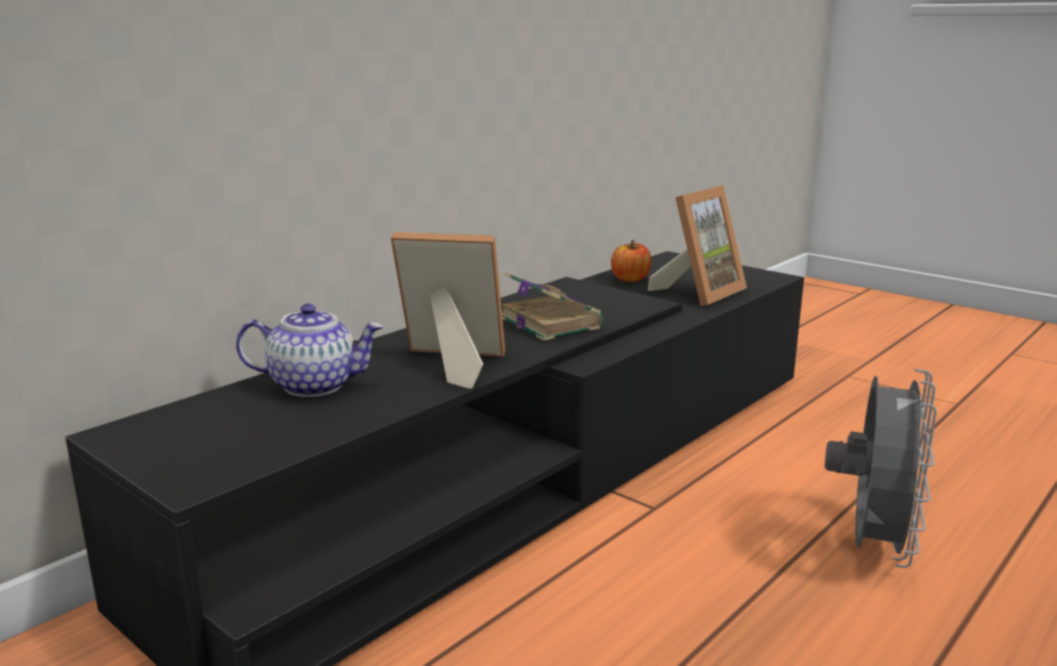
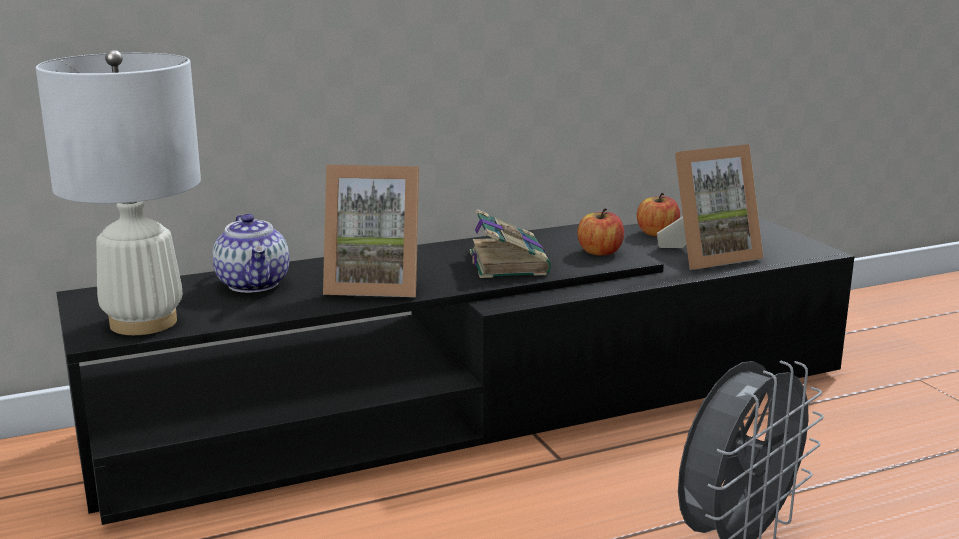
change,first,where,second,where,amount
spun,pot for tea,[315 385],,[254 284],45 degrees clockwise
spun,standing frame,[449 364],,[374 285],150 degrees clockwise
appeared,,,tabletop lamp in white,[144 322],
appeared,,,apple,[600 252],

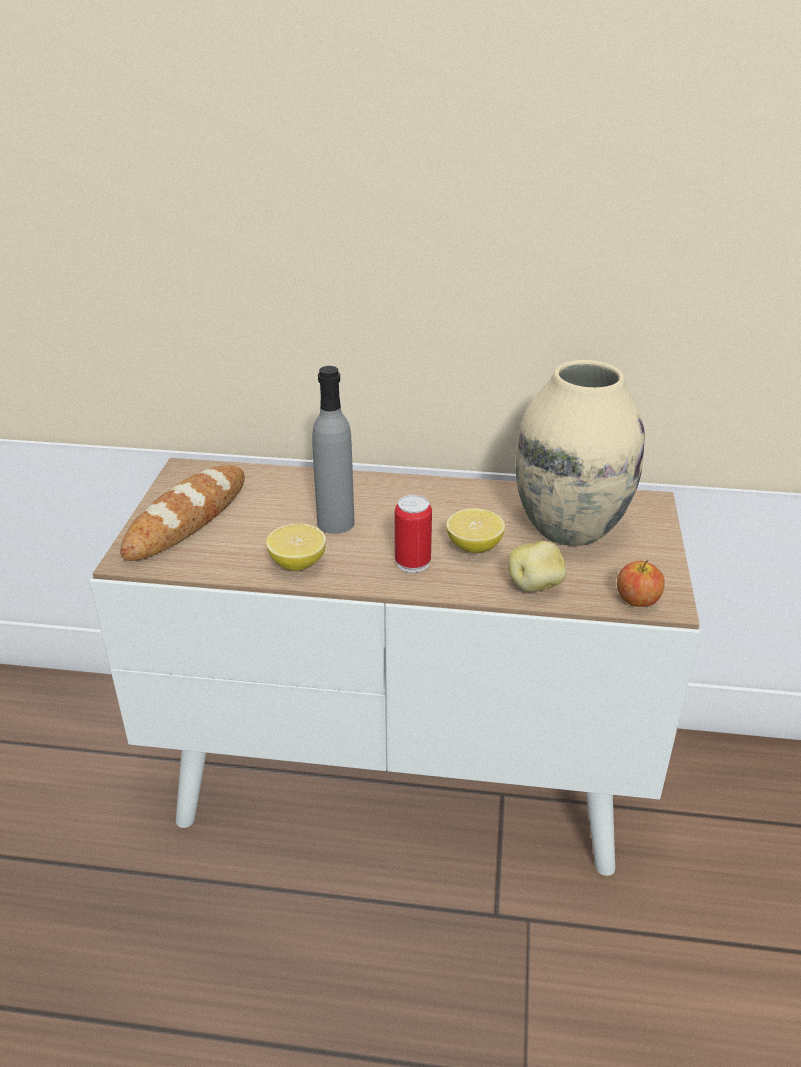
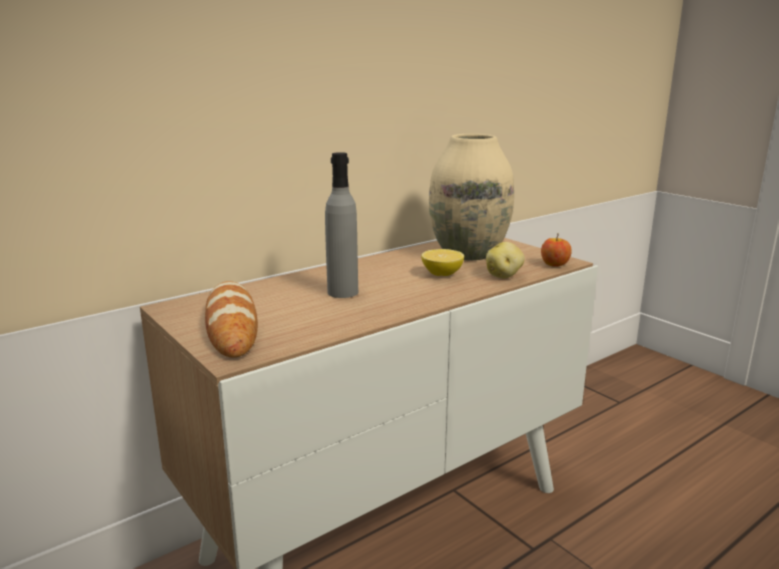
change,first,where,second,where,amount
missing,citrus fruit,[297 563],,,
missing,sealed can,[412 562],,,

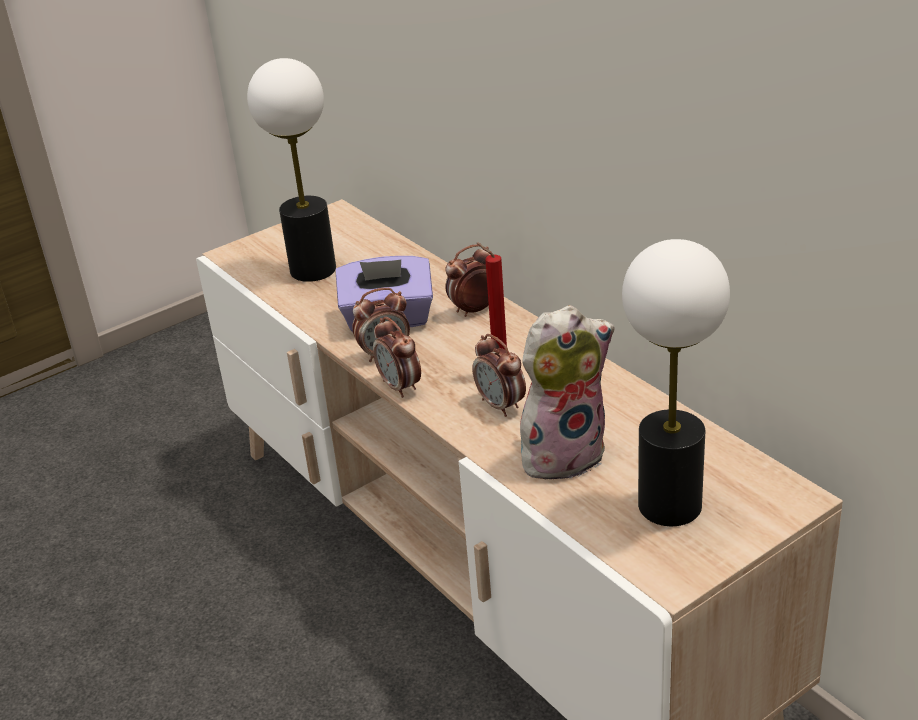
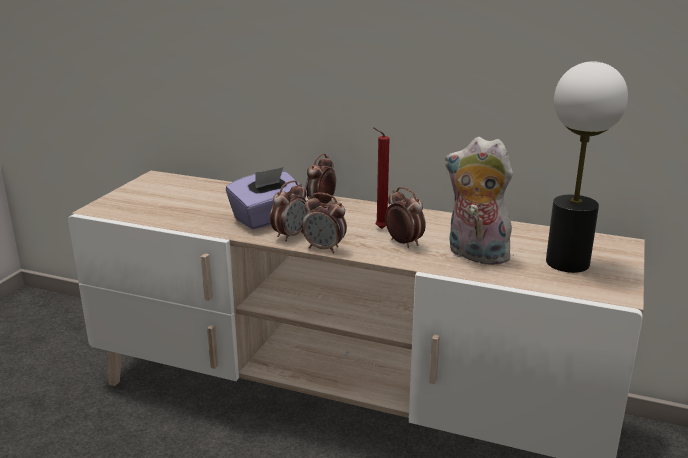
change,first,where,second,where,amount
missing,tabletop lamp,[313 269],,,
spun,table clock,[501 405],,[404 243],150 degrees counterclockwise
spun,cuddly toy,[563 453],,[474 255],90 degrees counterclockwise

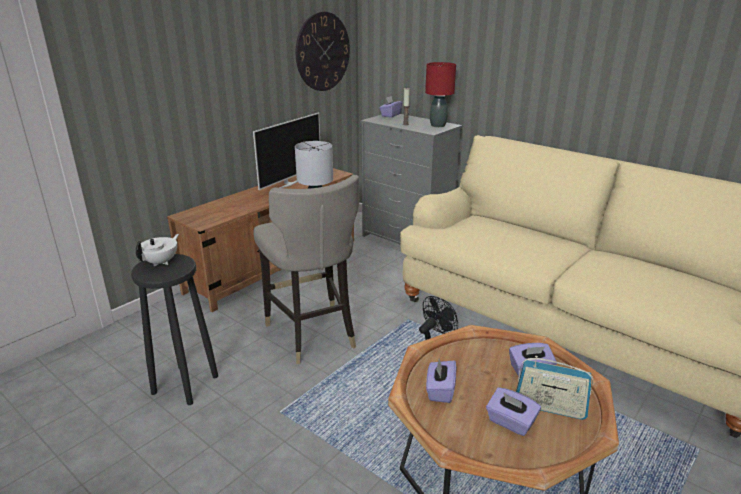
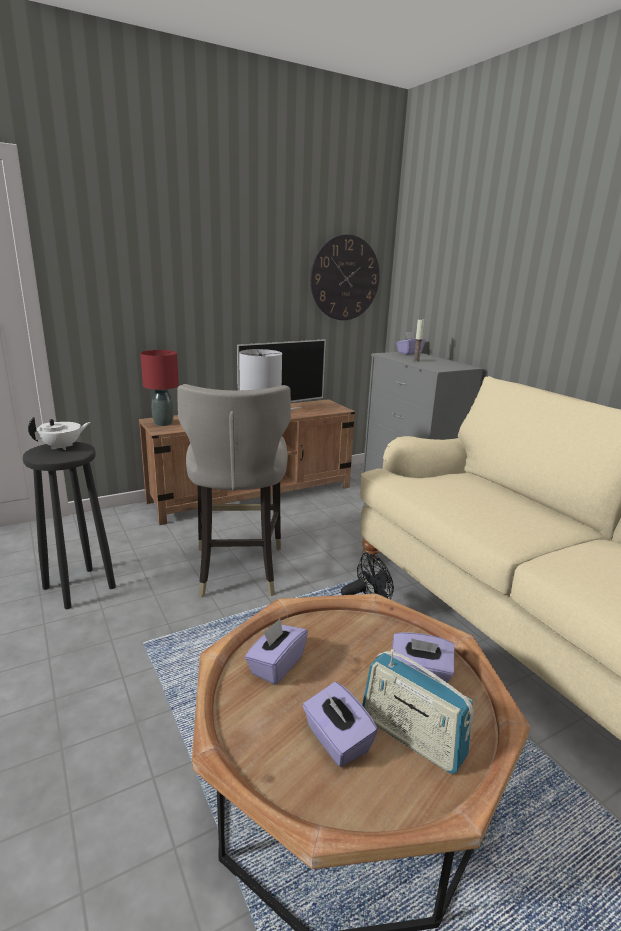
change,first,where,second,where,amount
relocated,tabletop lamp in reddish,[437 125],,[163 423],

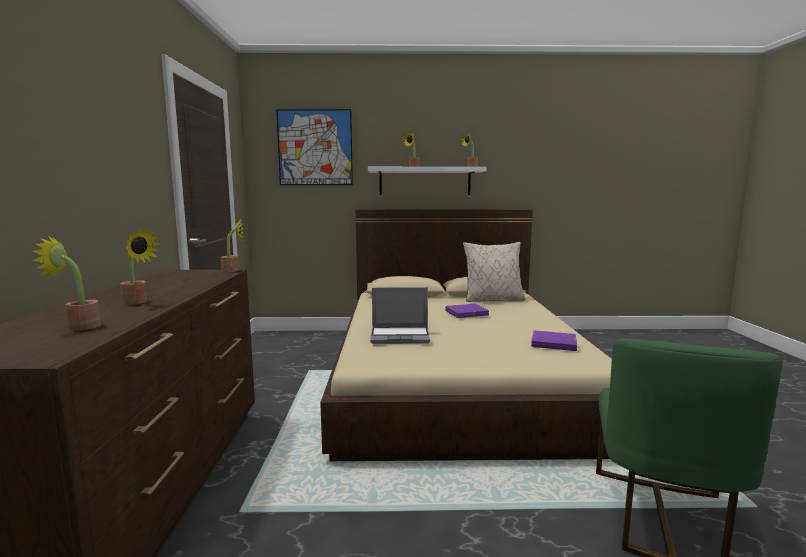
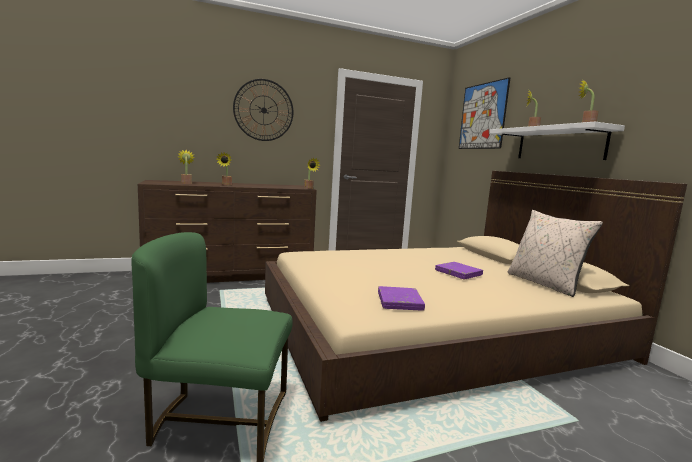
change,first,where,second,where,amount
missing,notebook computer,[400 336],,,
appeared,,,hanging clock,[263 110],

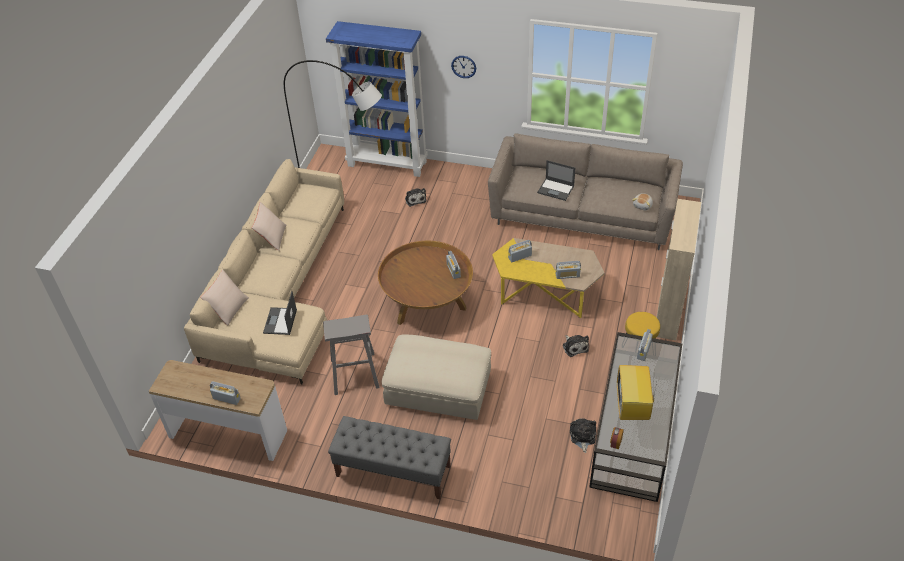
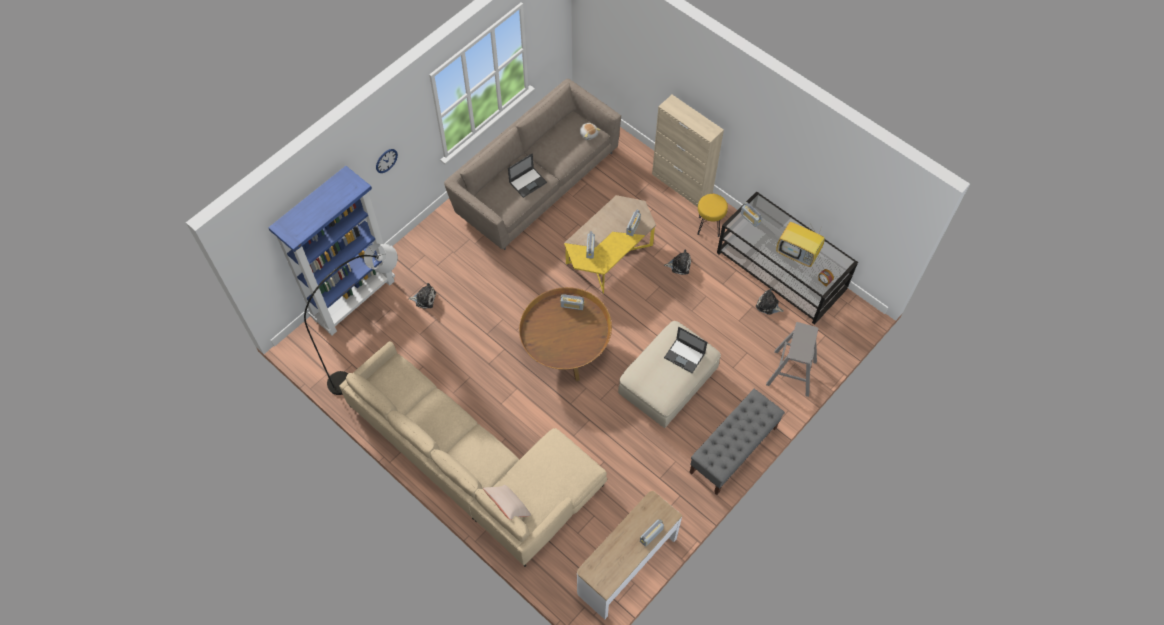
change,first,where,second,where,amount
missing,cushion in sand-coloured,[272 237],,,
relocated,notebook computer,[280 322],,[685 356],
relocated,sitting stool in grey,[354 373],,[791 373],

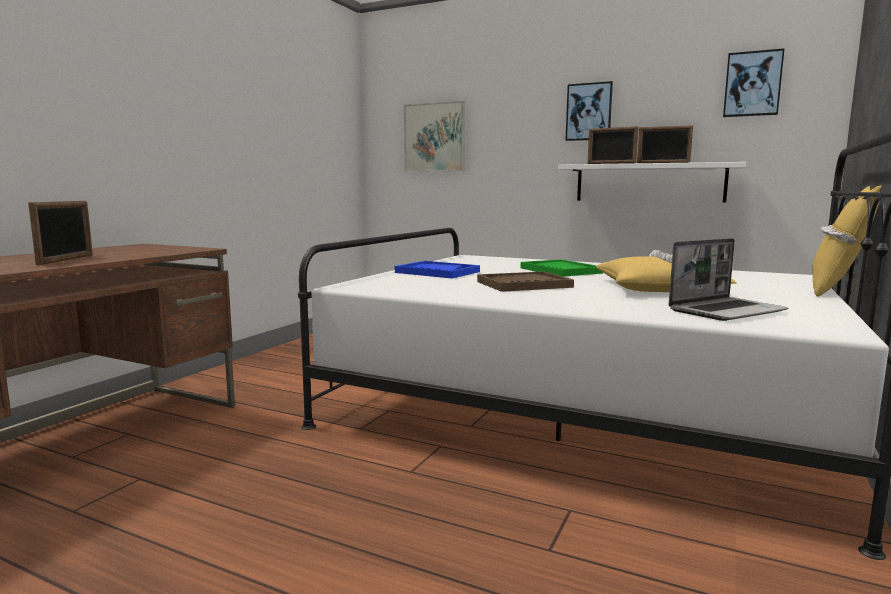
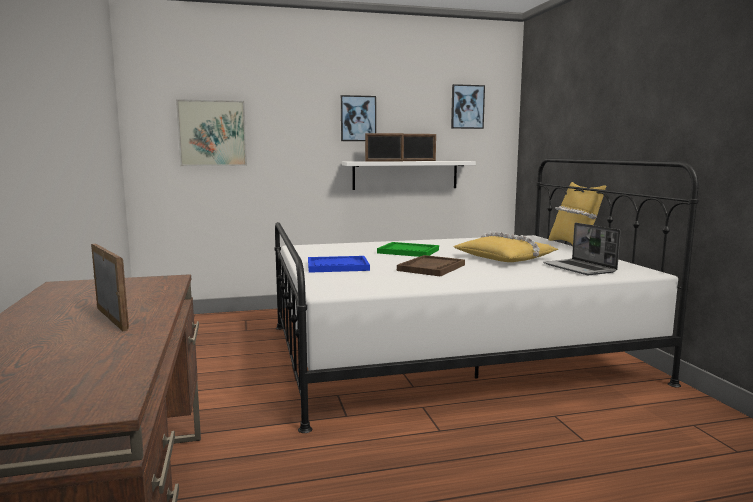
change,first,where,second,where,amount
spun,notebook computer,[726 311],,[580 268],135 degrees clockwise

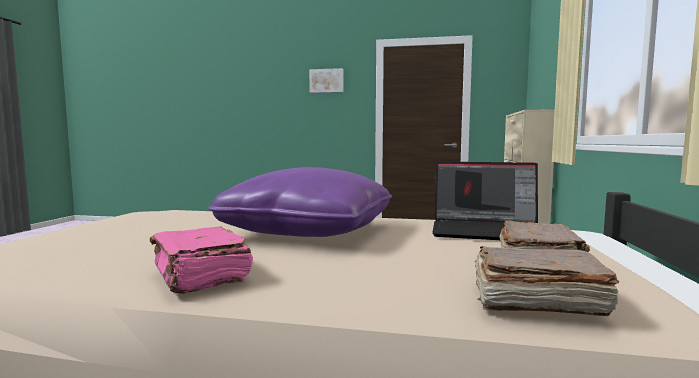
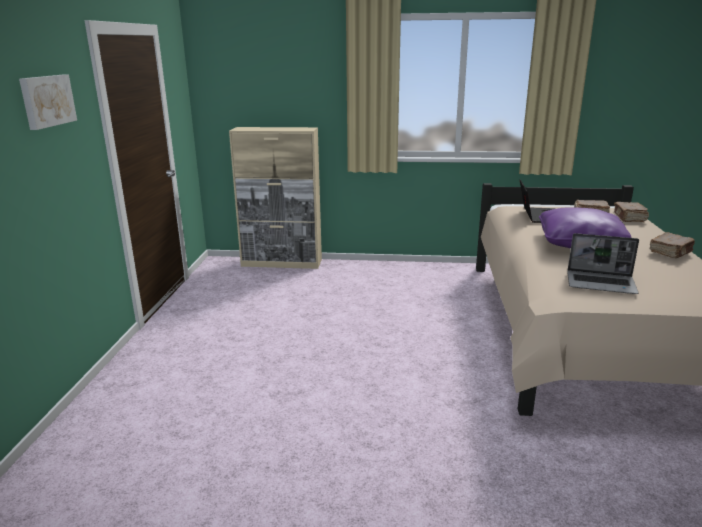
change,first,where,second,where,amount
colour,bound book in pink-coloured,[200 275],bound book in brown-coloured,[670 252],
appeared,,,notebook computer,[601 283],

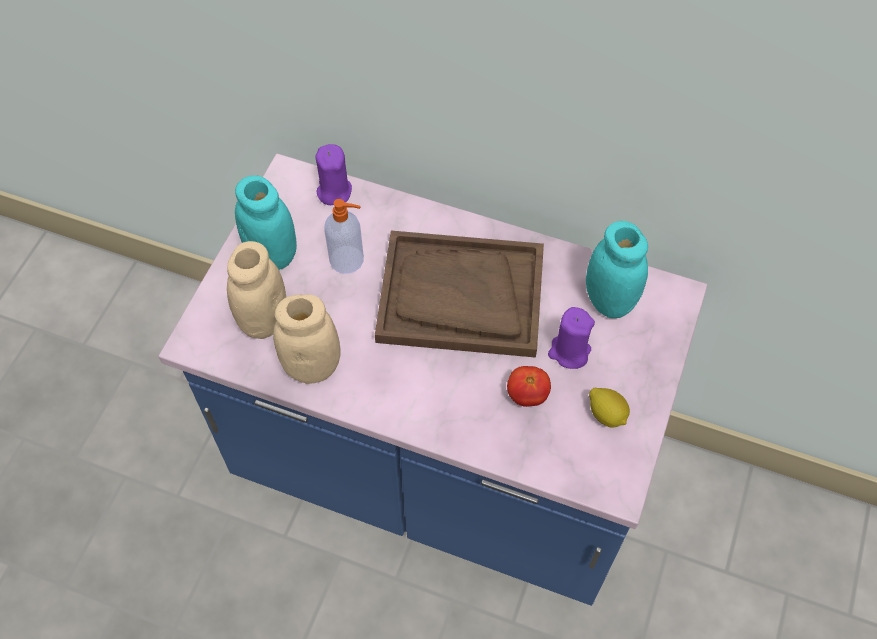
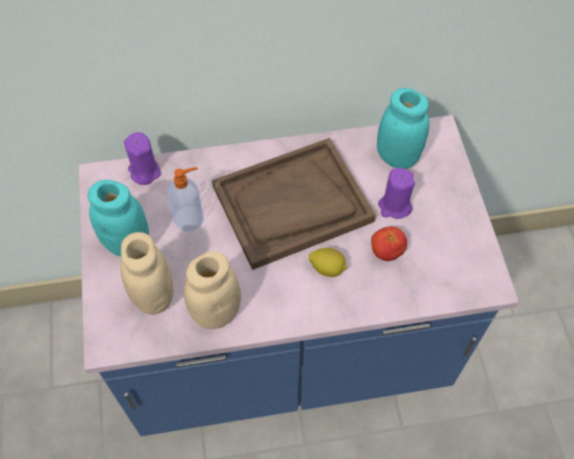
change,first,where,second,where,amount
relocated,citrus fruit,[607 414],,[327 268],

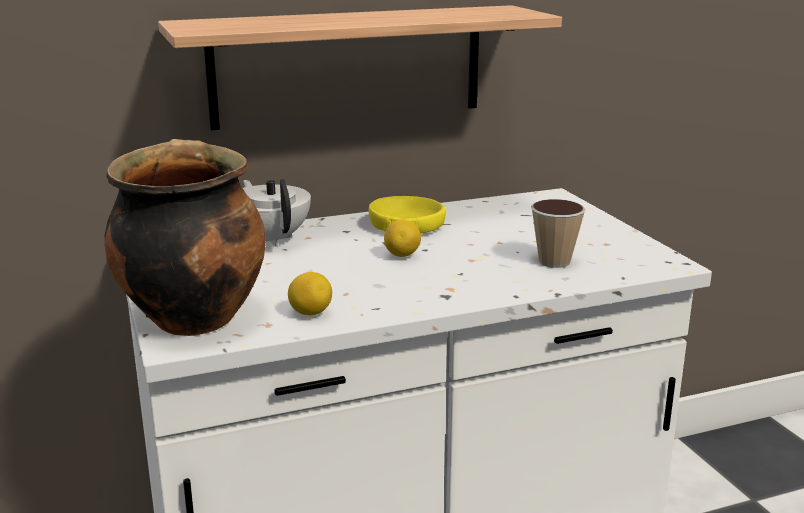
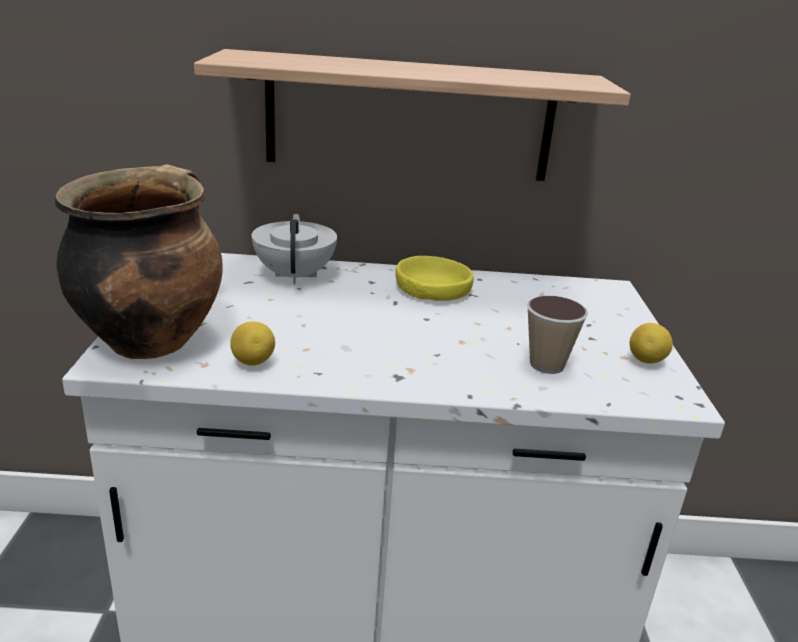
change,first,where,second,where,amount
relocated,citrus fruit,[402 255],,[646 361],

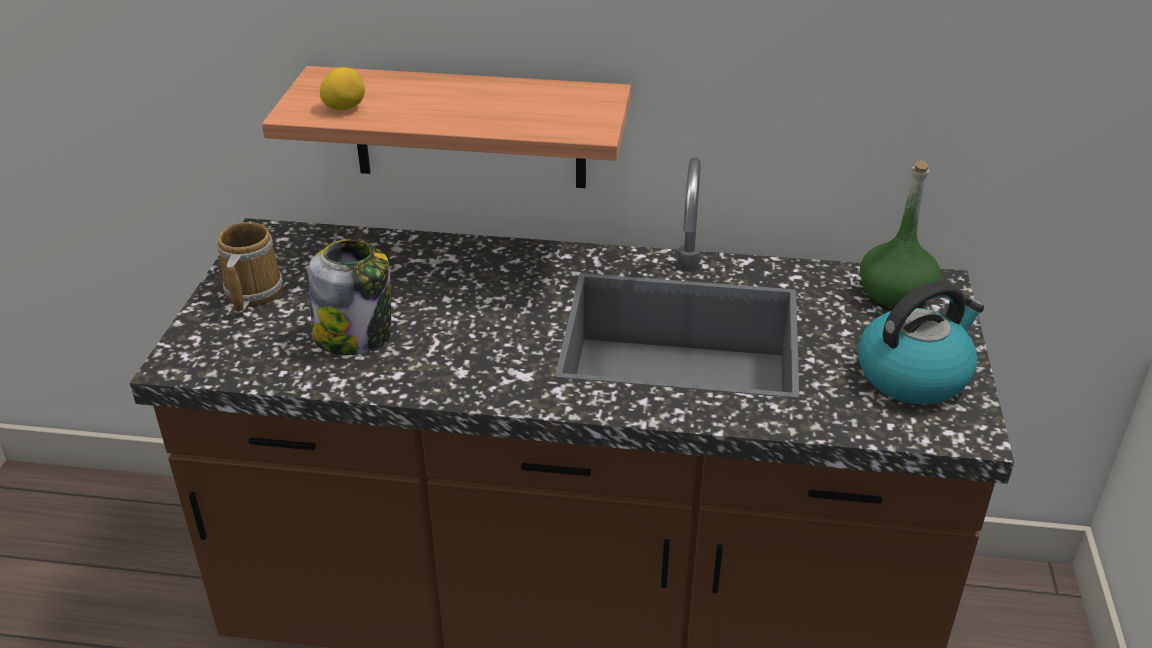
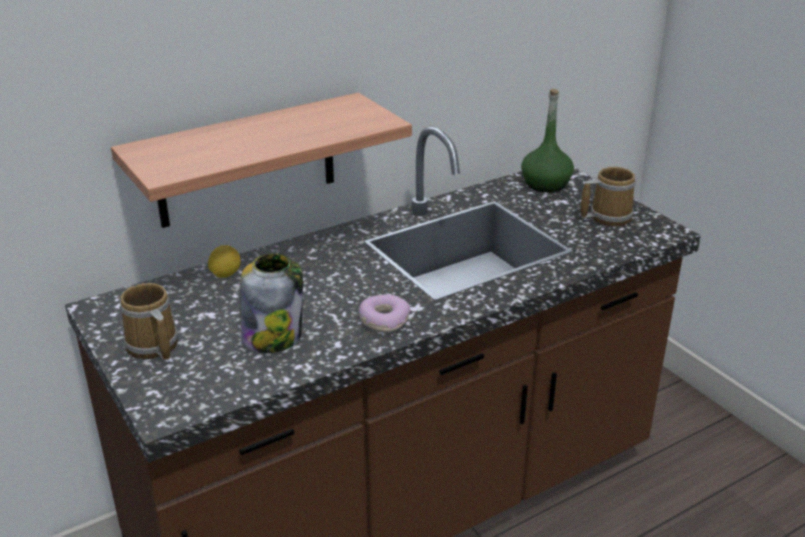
change,first,where,second,where,amount
relocated,citrus fruit,[344 108],,[225 274],
exchanged,kettle,[913 374],coffee mug,[607 216],
appeared,,,doughnut,[384 320],

